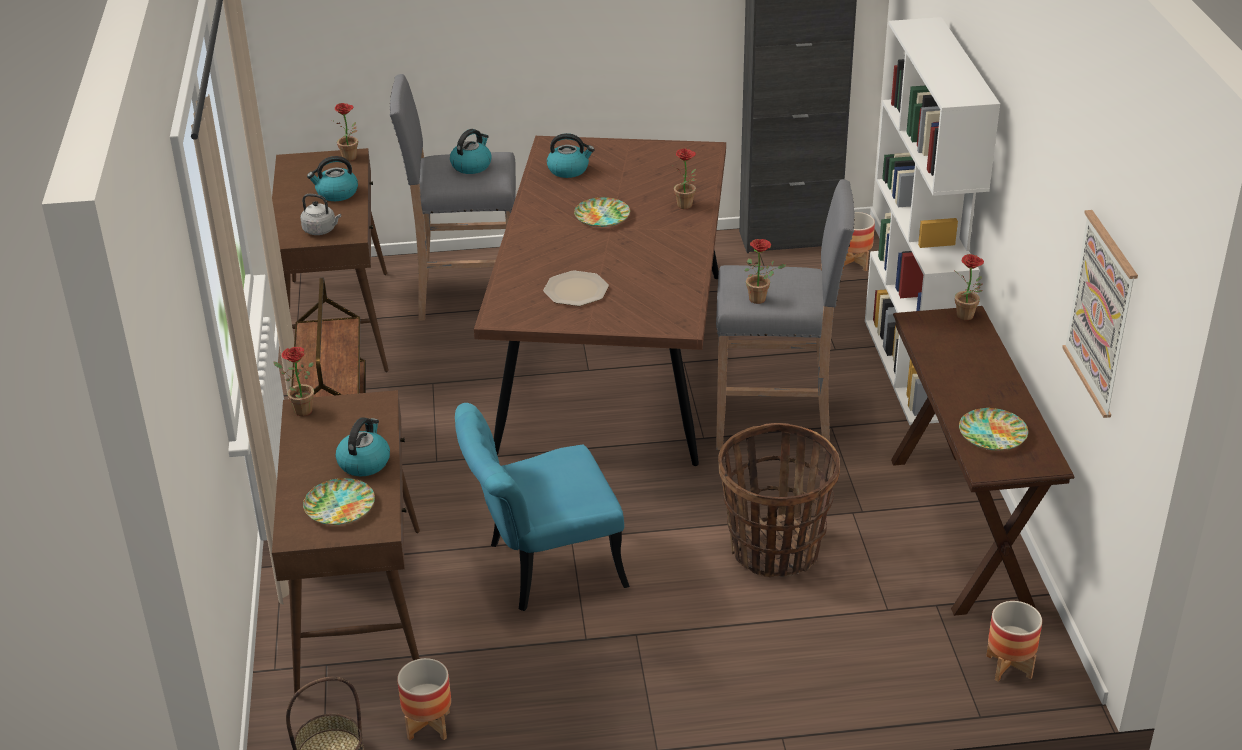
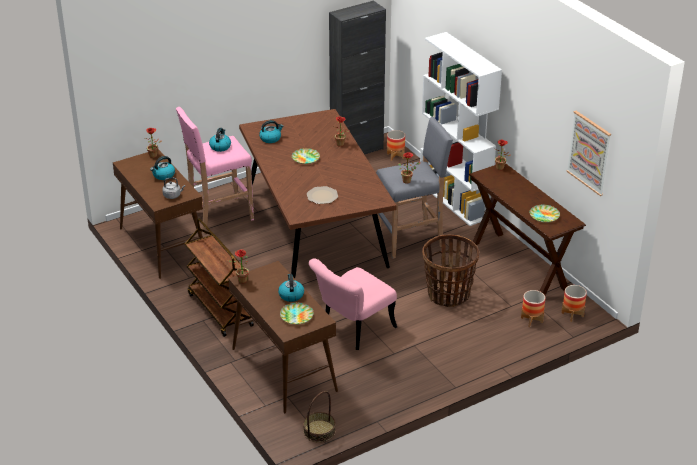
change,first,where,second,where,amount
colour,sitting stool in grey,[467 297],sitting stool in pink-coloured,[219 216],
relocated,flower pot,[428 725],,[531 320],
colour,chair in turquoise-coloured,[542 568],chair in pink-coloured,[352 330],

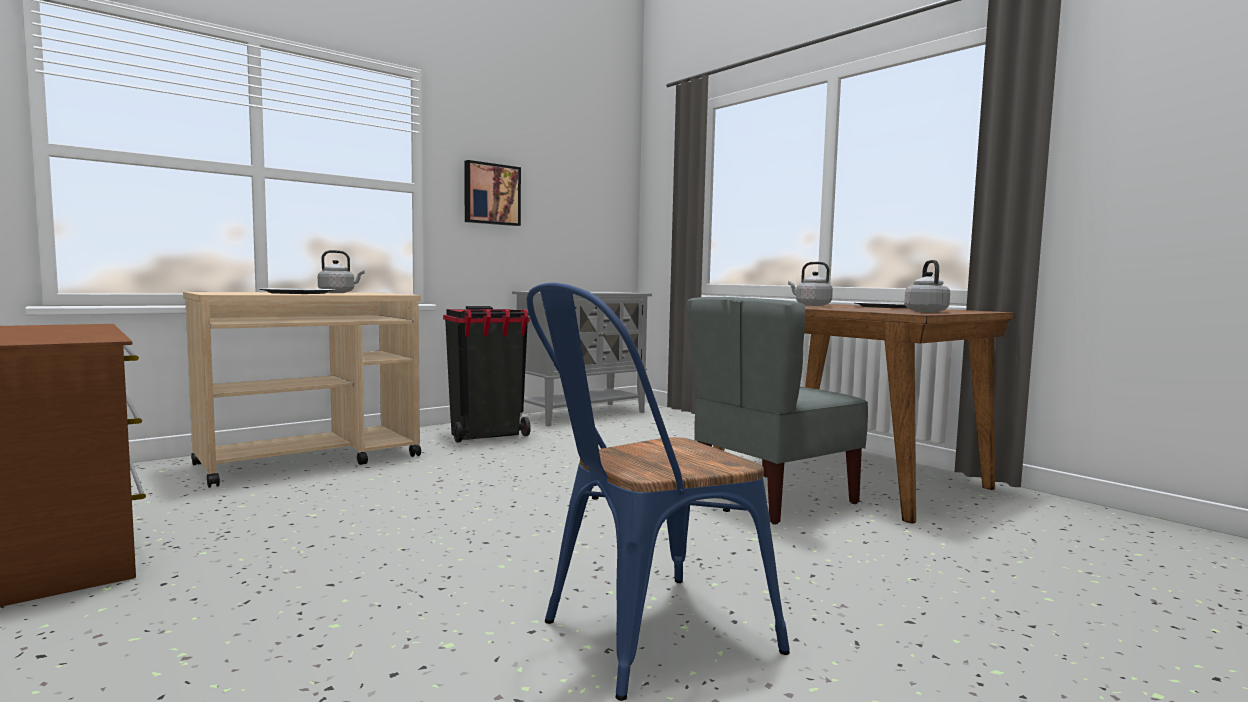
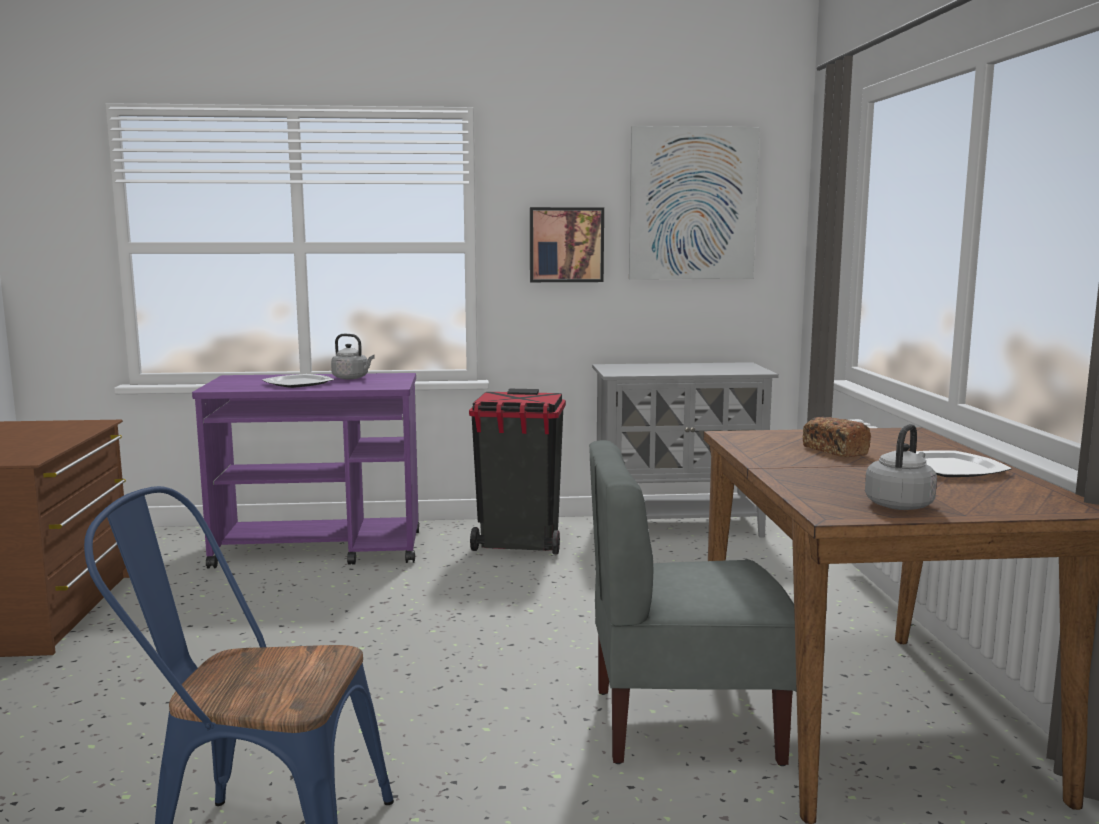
change,first,where,second,where,amount
colour,trolley in sand-coloured,[312 460],trolley in purple-coloured,[321 549],
exchanged,kettle in grey,[811 305],bakery bread,[834 450],
appeared,,,picture,[692 204],

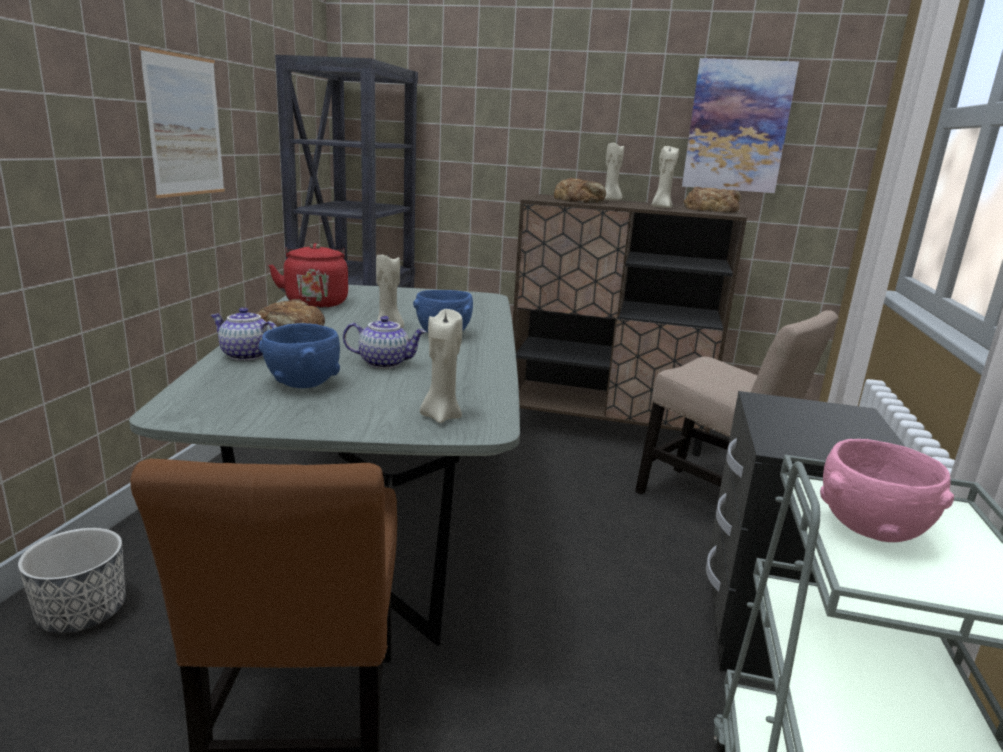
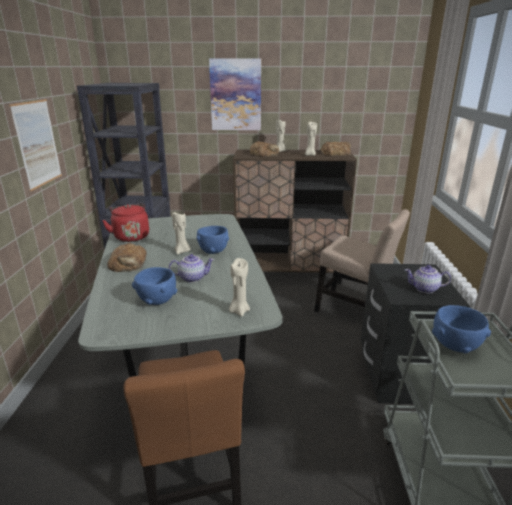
change,first,where,second,where,amount
missing,flower pot,[82 612],,,
relocated,pot for tea,[245 356],,[424 289],
relocated,picture,[737 127],,[236 95],
colour,serving bowl in pink-coloured,[870 529],serving bowl in blue,[455 346],

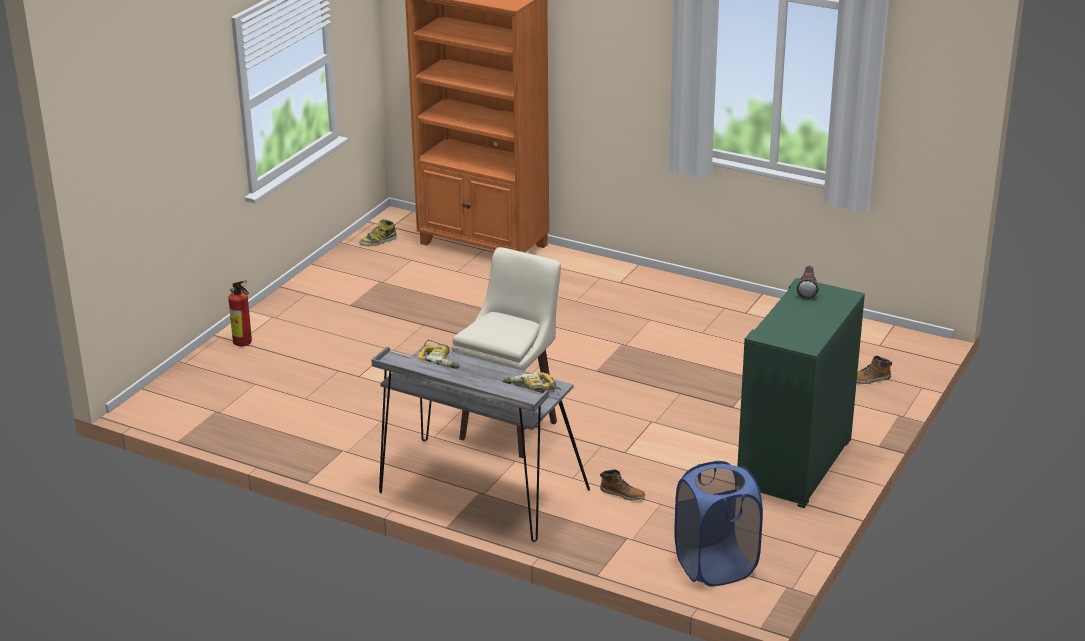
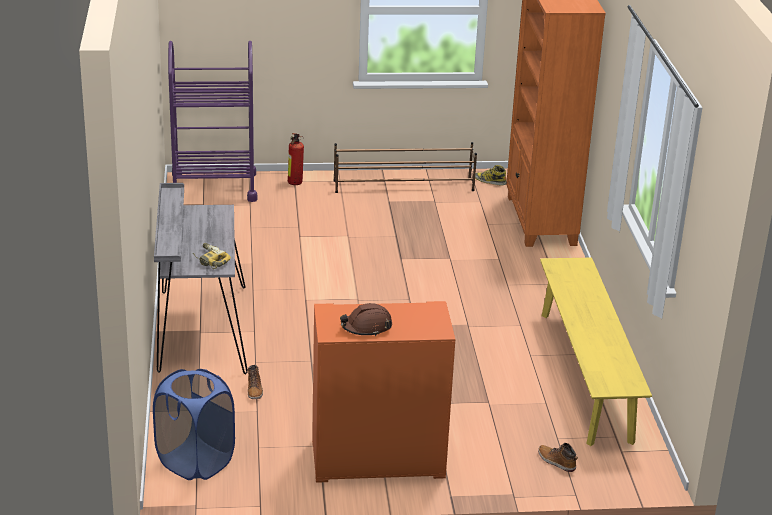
change,first,where,second,where,amount
missing,drill,[441 360],,,
missing,sitting stool in sand-coloured,[510 429],,,
colour,cupboard in greenish,[796 464],cupboard in orange-coloured,[377 460],
missing,flashlight,[807 288],,,
appeared,,,trolley in purple-coloured,[214 187],
appeared,,,shoe shelf in brown-coloured,[404 186],
appeared,,,safety helmet in brown-coloured,[366 327],
appeared,,,indoor bench in yellowish,[585 375],

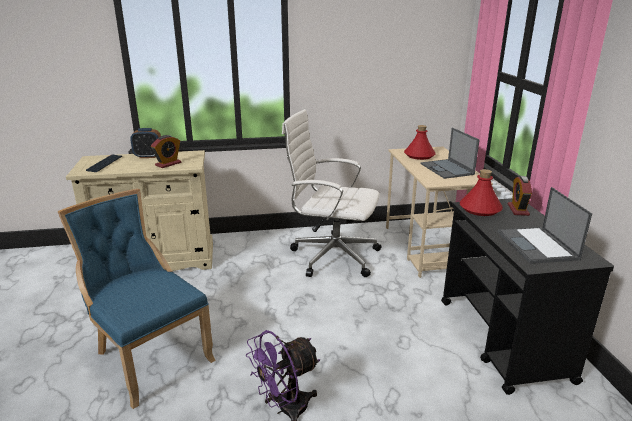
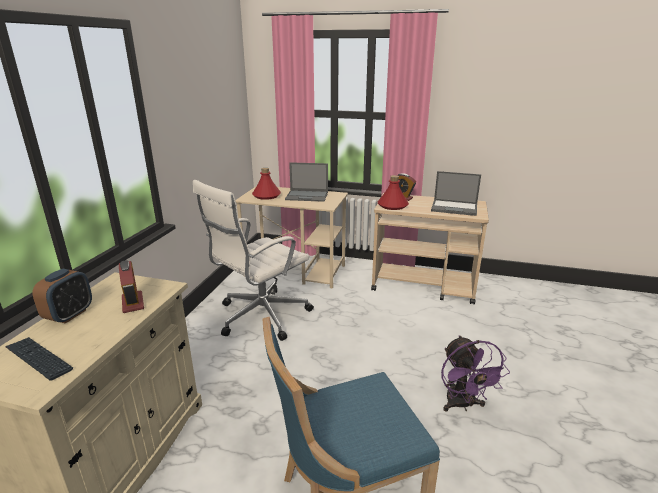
change,first,where,second,where,amount
colour,trolley in black-coloured,[503 340],trolley in sand-coloured,[424 286],

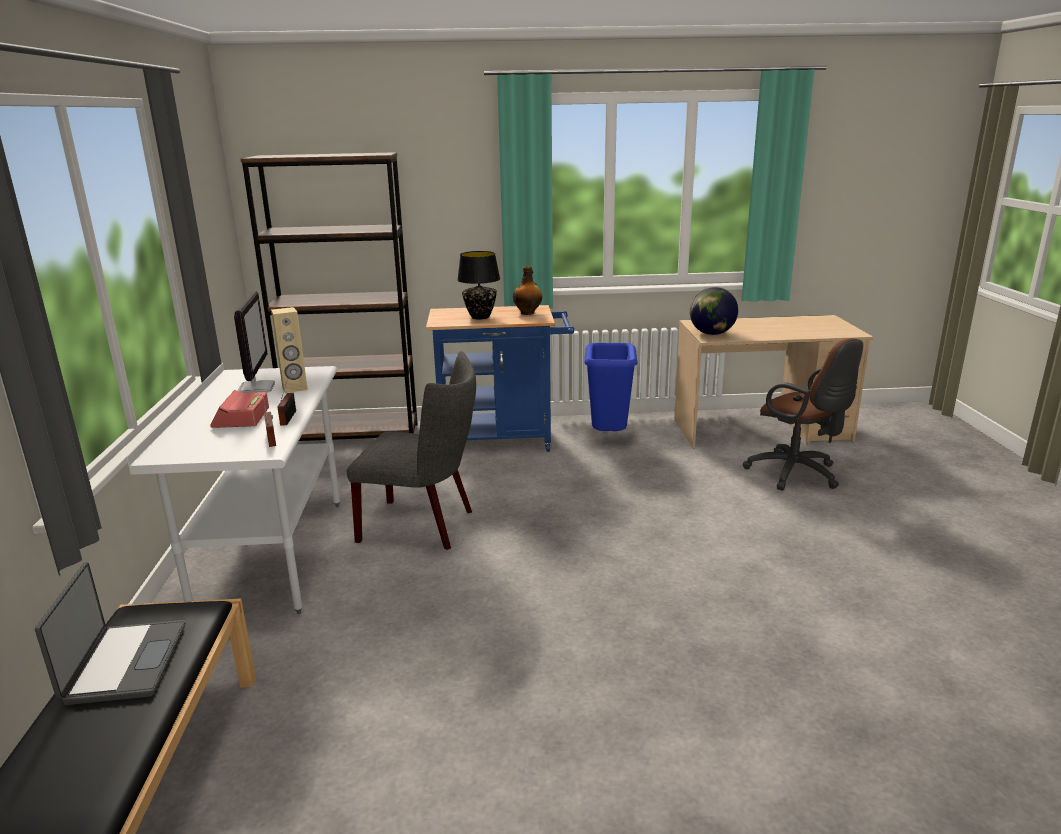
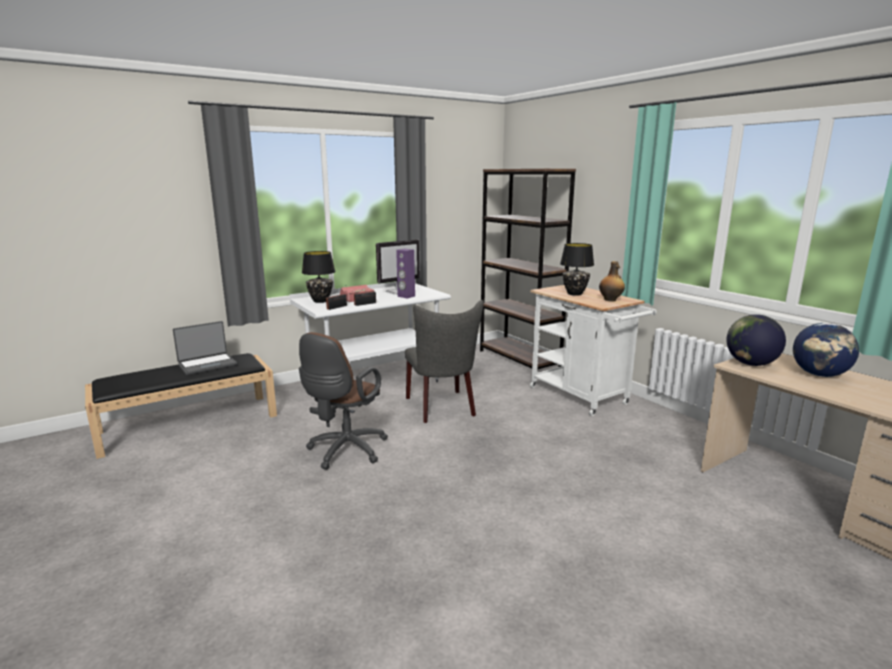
change,first,where,second,where,amount
colour,speaker in sand-coloured,[295 388],speaker in purple-coloured,[406 296],
colour,trolley in blue,[503 440],trolley in white,[583 397],
missing,trash can in blue,[608 438],,,
relocated,office chair in brown-coloured,[797 474],,[345 451],
appeared,,,tabletop lamp in black-coloured,[320 301],
appeared,,,world globe,[819 375],

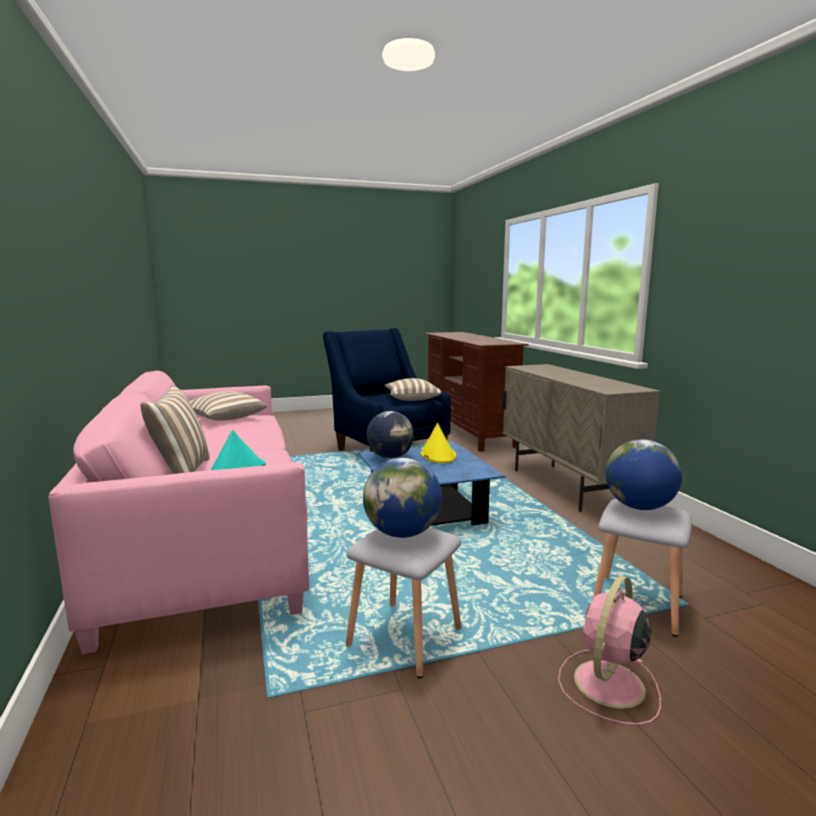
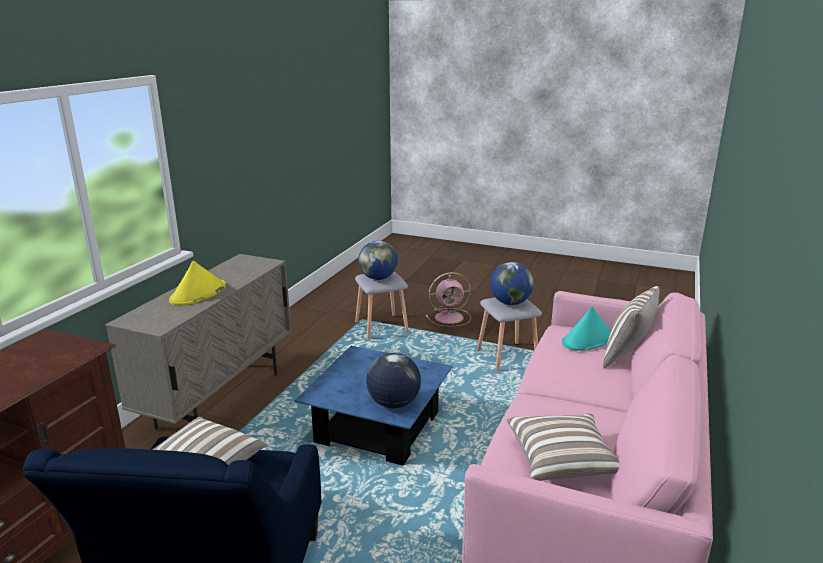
change,first,where,second,where,amount
relocated,clothing hat in yellowish,[437 455],,[198 294],

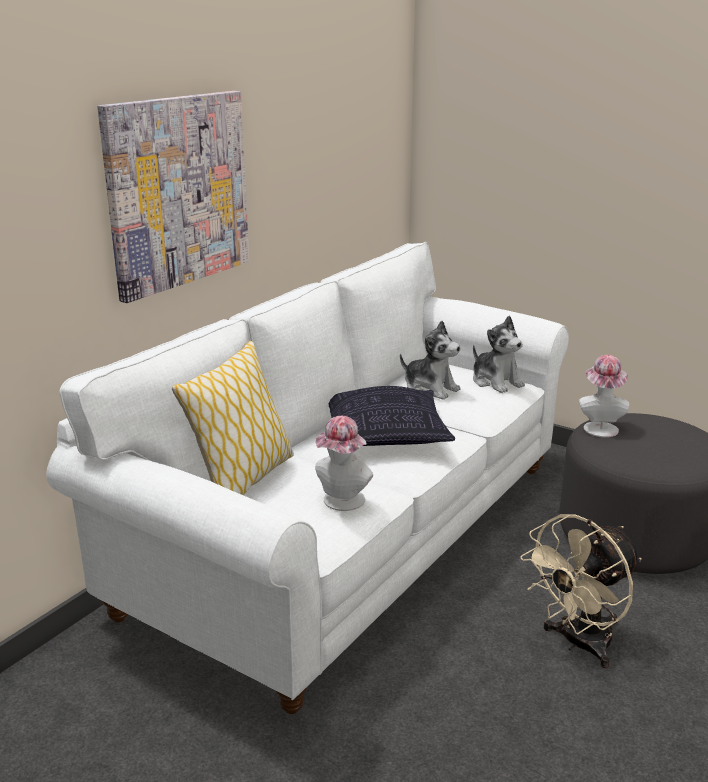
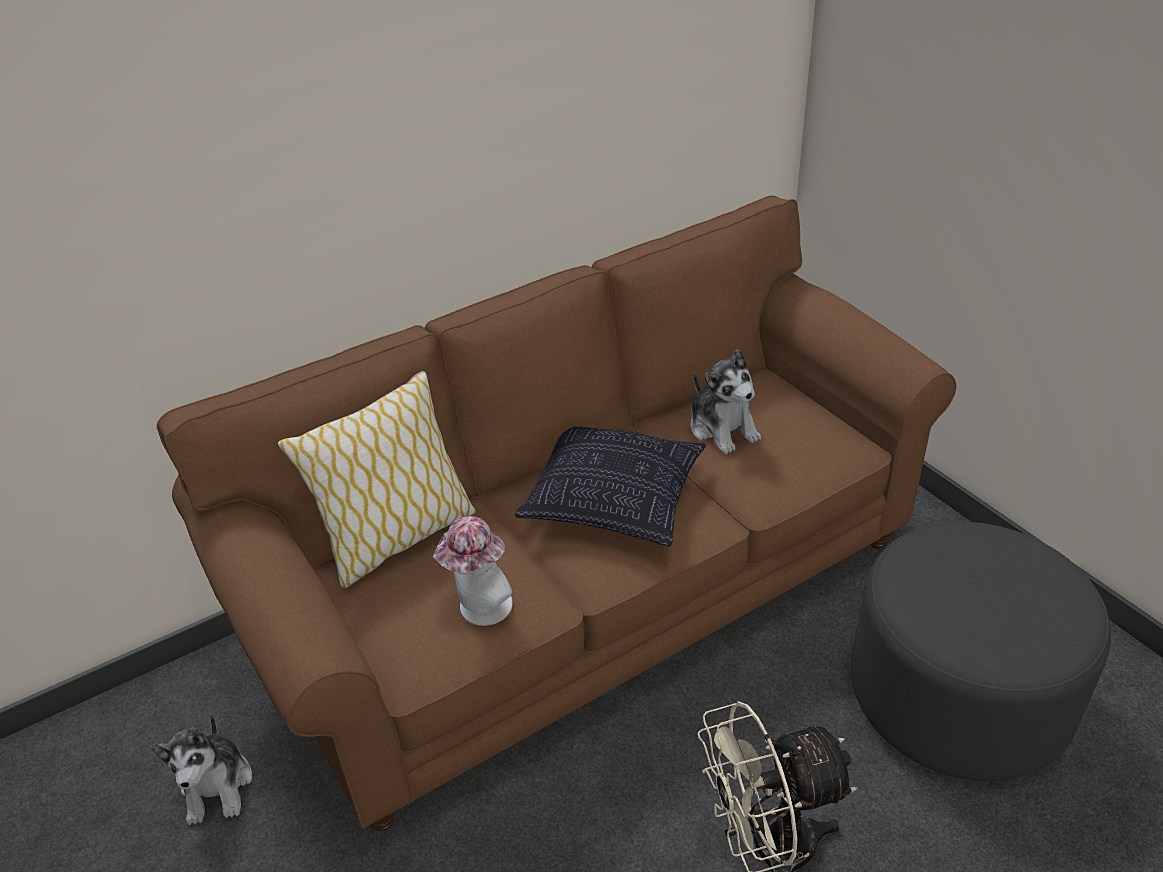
change,first,where,second,where,amount
colour,couch in white,[353 536],couch in brown-coloured,[590 591],
missing,picture,[178 192],,,
relocated,cuddly toy,[496 382],,[217 786],
missing,clothing hat,[599 427],,,

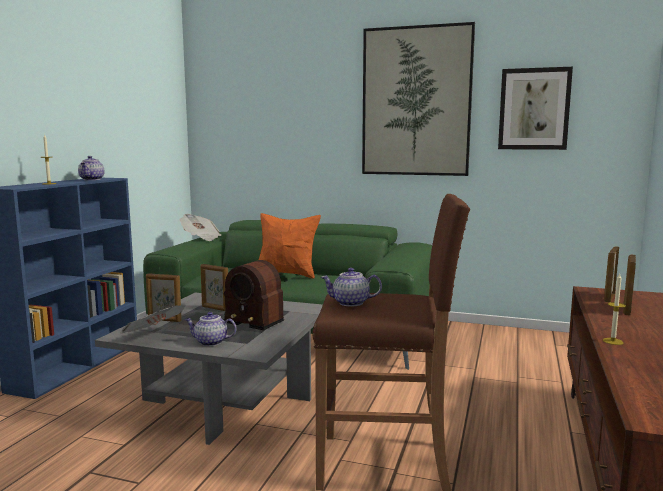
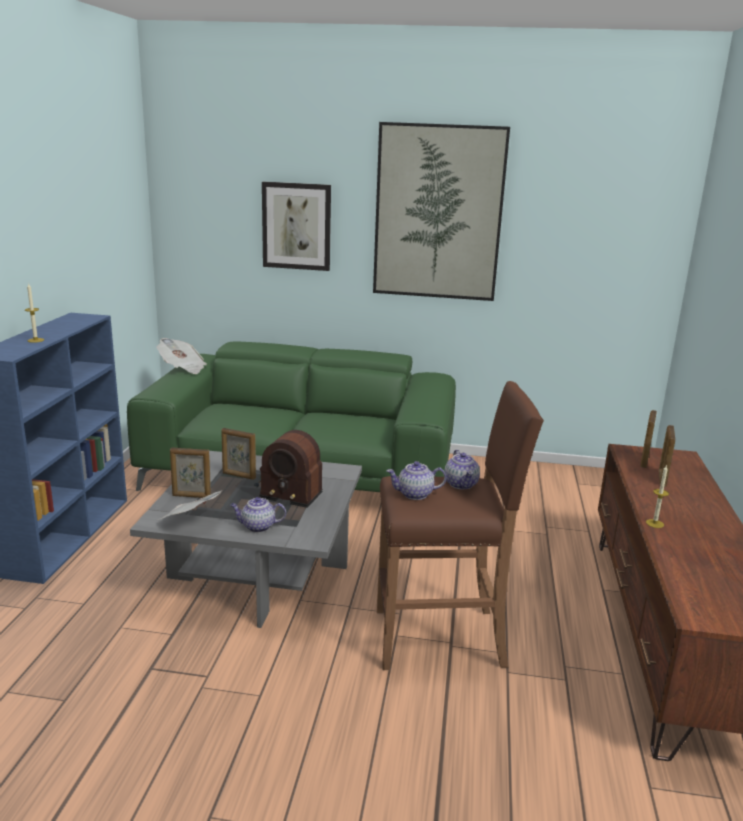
change,first,where,second,where,amount
relocated,pot for tea,[92 179],,[461 484],
missing,cushion in orange-coloured,[287 274],,,
relocated,picture,[534 109],,[296 226],

